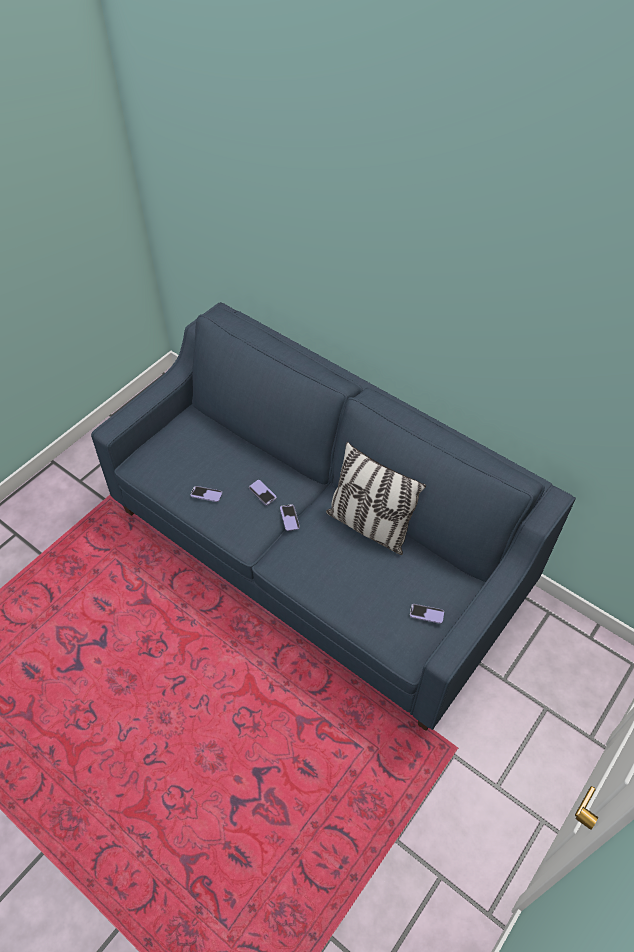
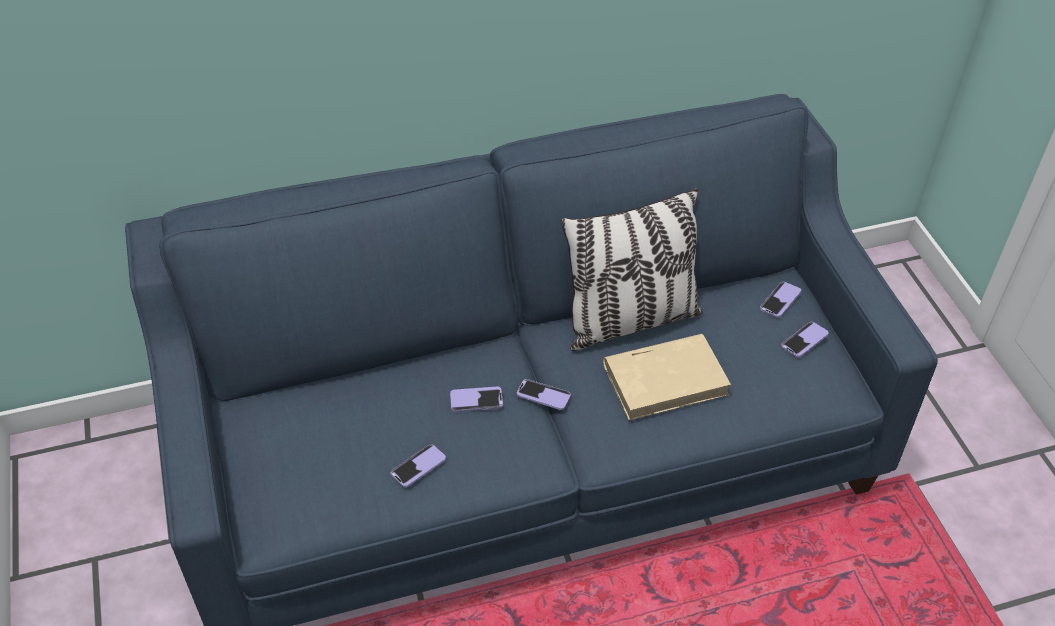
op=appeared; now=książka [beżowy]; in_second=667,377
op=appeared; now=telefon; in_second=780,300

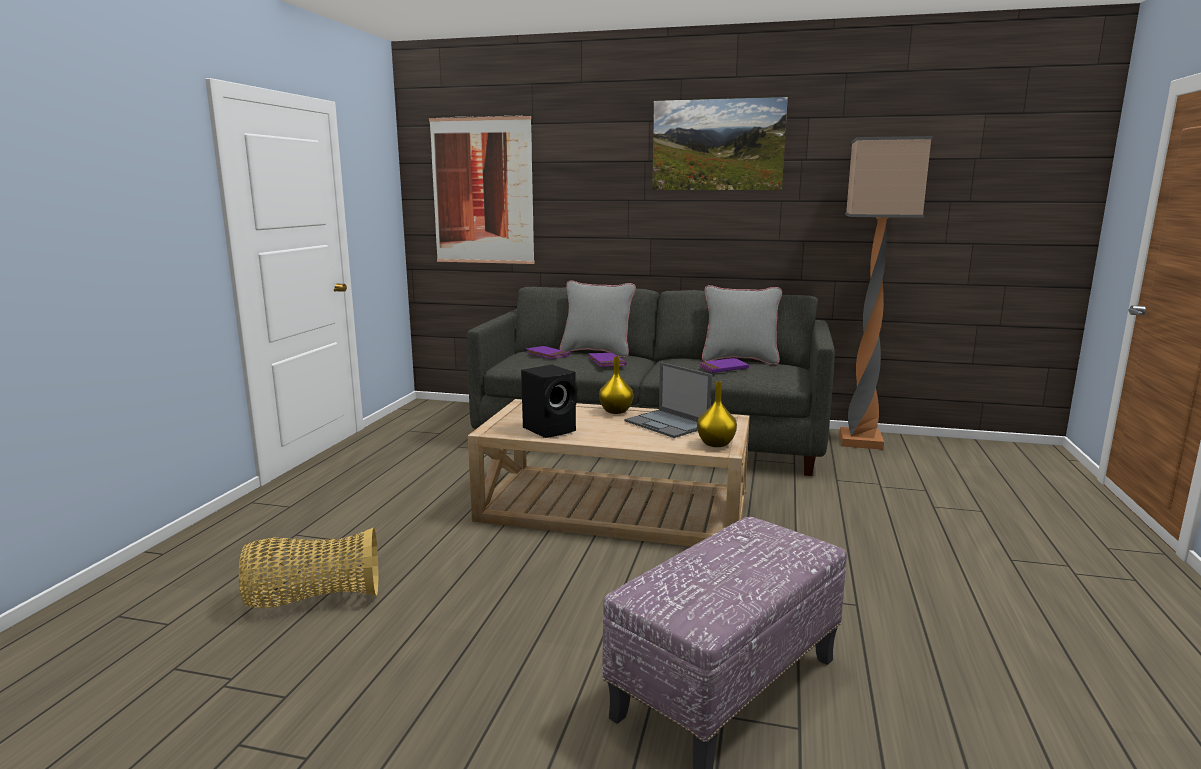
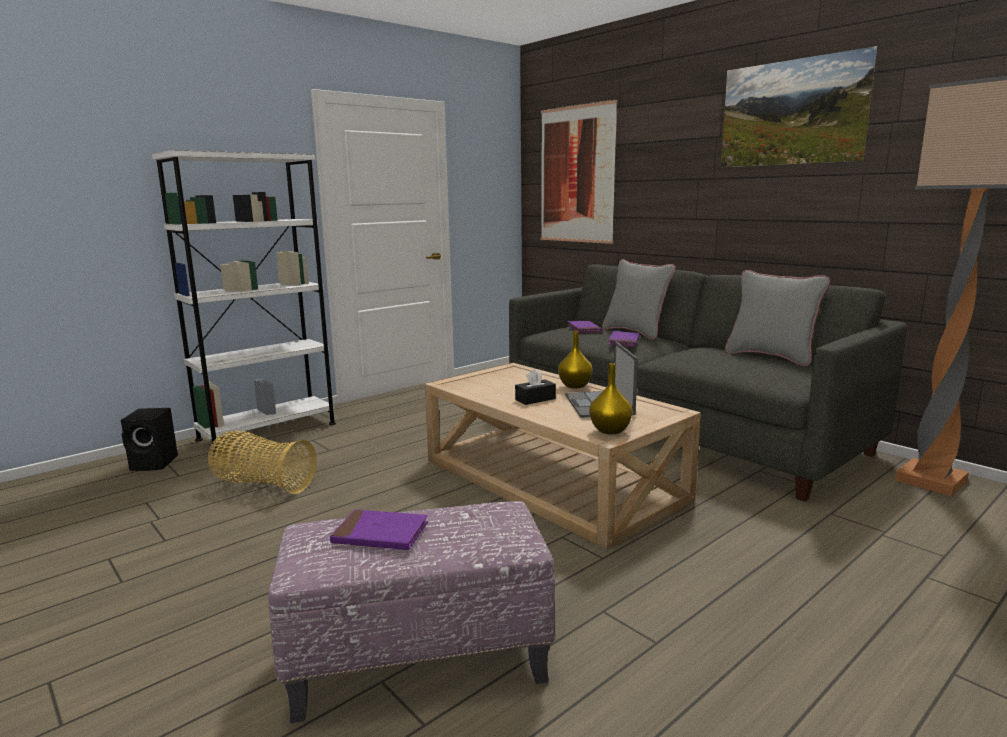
op=appeared; now=regał [biały]; in_second=244,302
op=appeared; now=pudełko chusteczek [czarny]; in_second=535,387
op=relocated; was=głośnik [czarny]; in_first=549,401; in_second=149,439
op=relocated; was=książka [fioletowy]; in_first=724,365; in_second=379,529

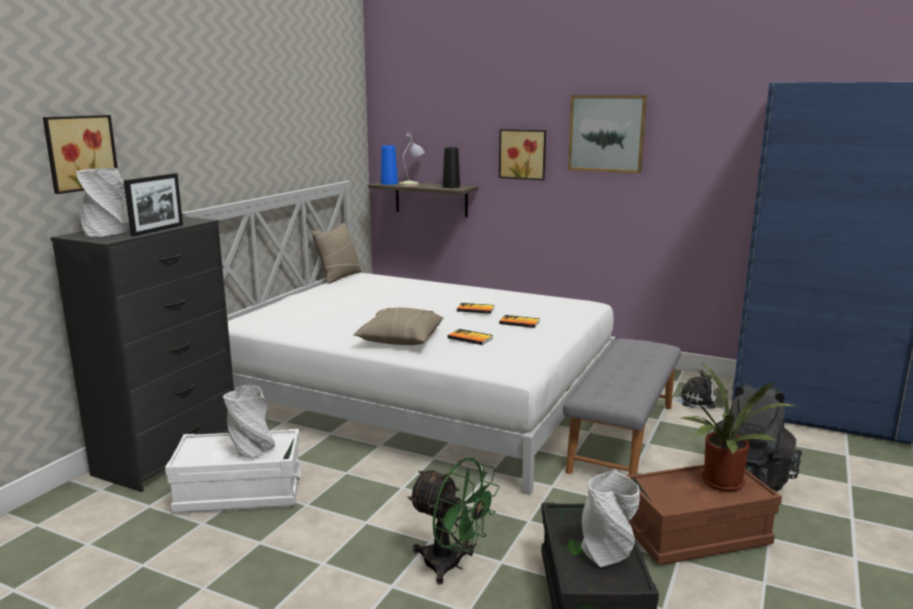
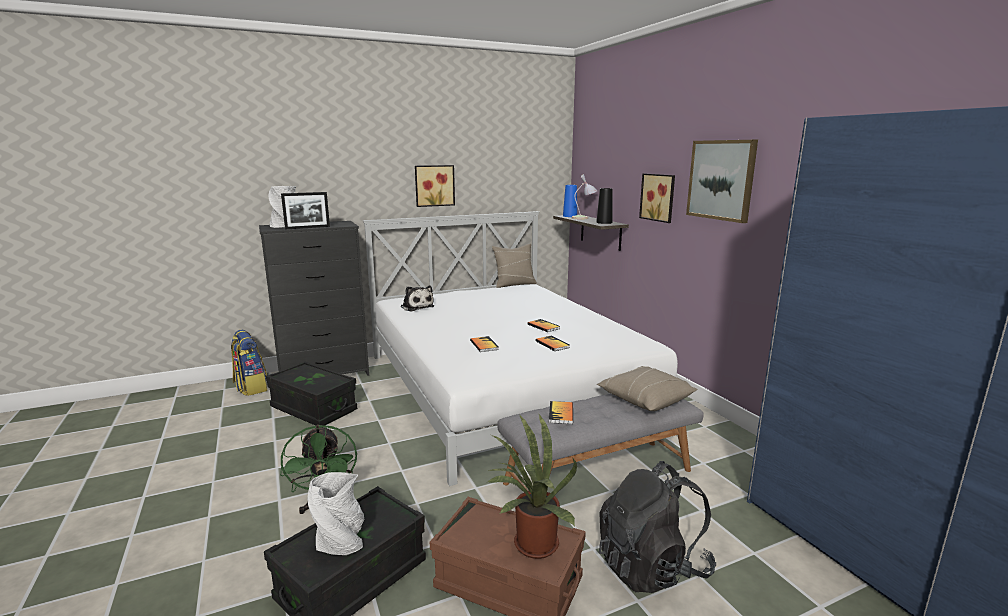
op=missing; was=wazon [szary]; in_first=249,422
op=appeared; now=plecak; in_second=249,363
op=appeared; now=książka; in_second=561,412
op=relocated; was=obraz; in_first=80,154; in_second=435,186
op=relocated; was=poduszka [beżowy]; in_first=398,326; in_second=647,388
op=relocated; was=pluszak; in_first=694,389; in_second=417,299
op=colour; was=pojemnik do przechowywania [biały]; now=pojemnik do przechowywania [czarny]; in_first=233,471; in_second=311,394

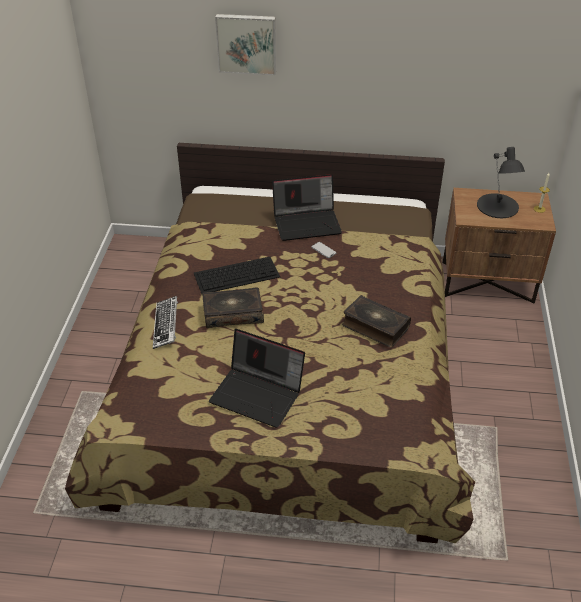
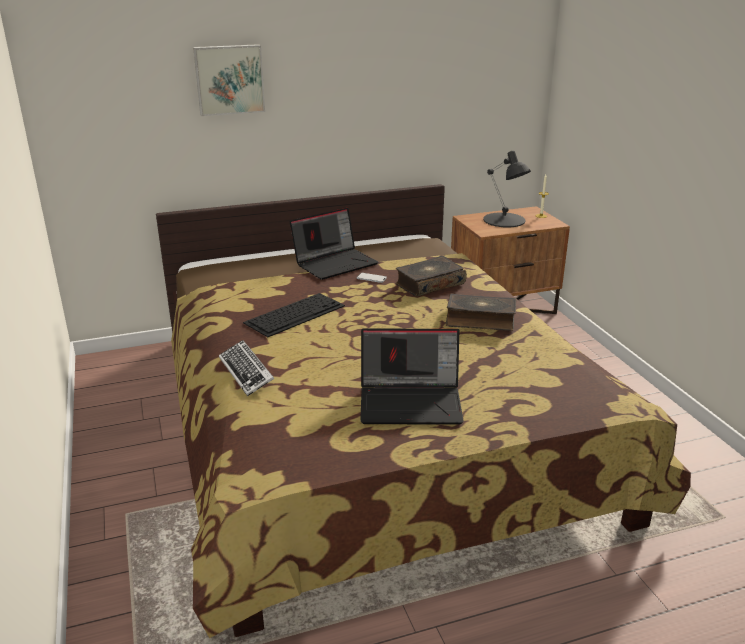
op=relocated; was=książka; in_first=233,307; in_second=431,276

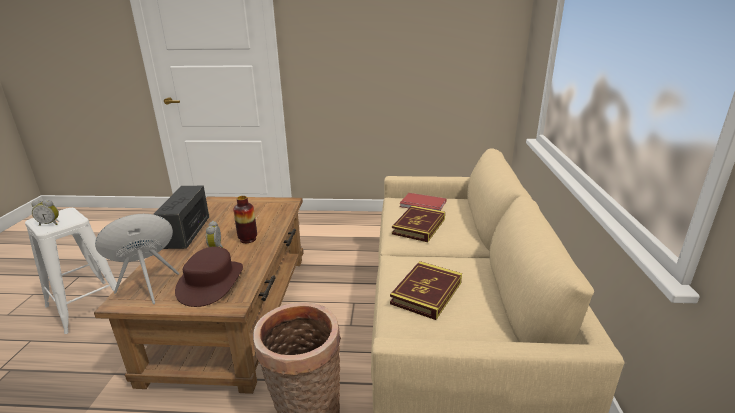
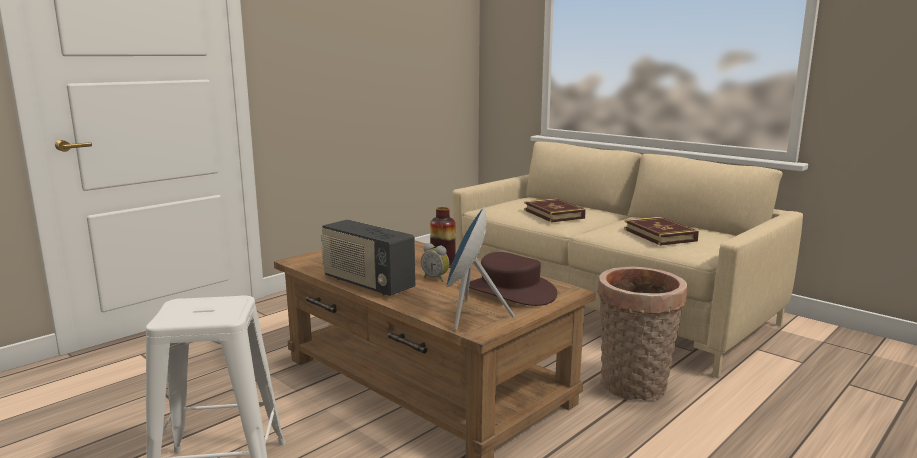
op=missing; was=budzik; in_first=45,213
op=missing; was=książka [czerwony]; in_first=423,202

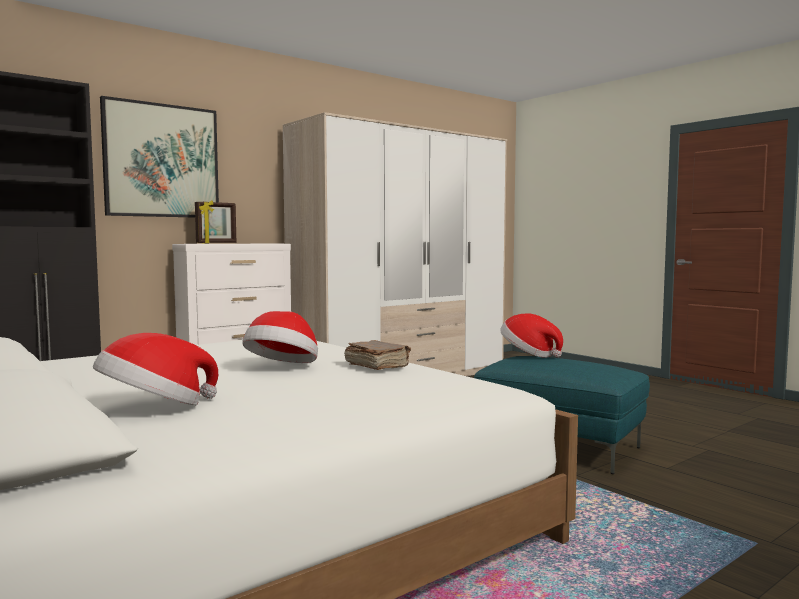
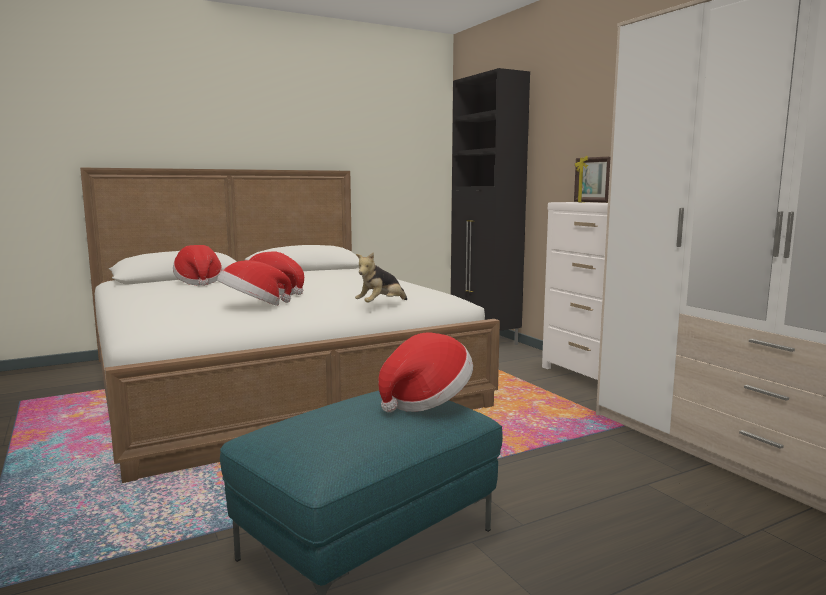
op=missing; was=obraz; in_first=159,157
op=appeared; now=pluszak; in_second=381,277
op=exchanged; was=książka [brązowy]; now=kapelusz; in_first=377,355; in_second=254,283

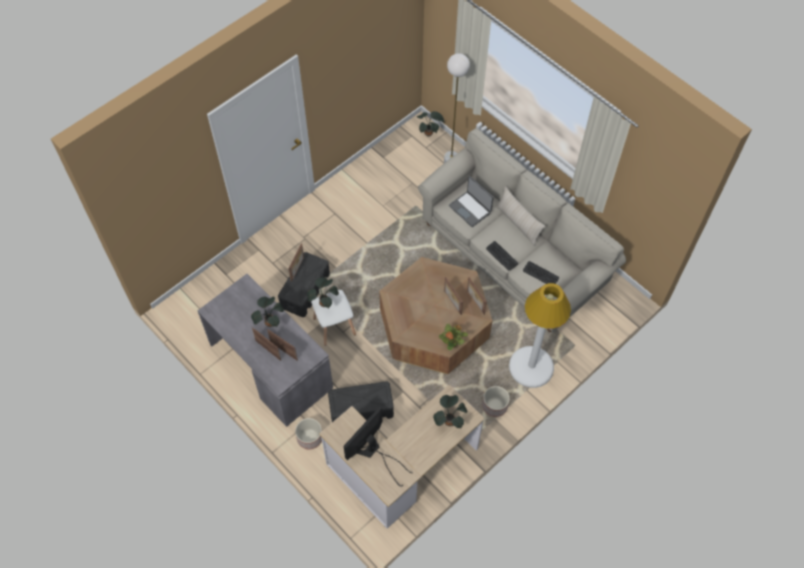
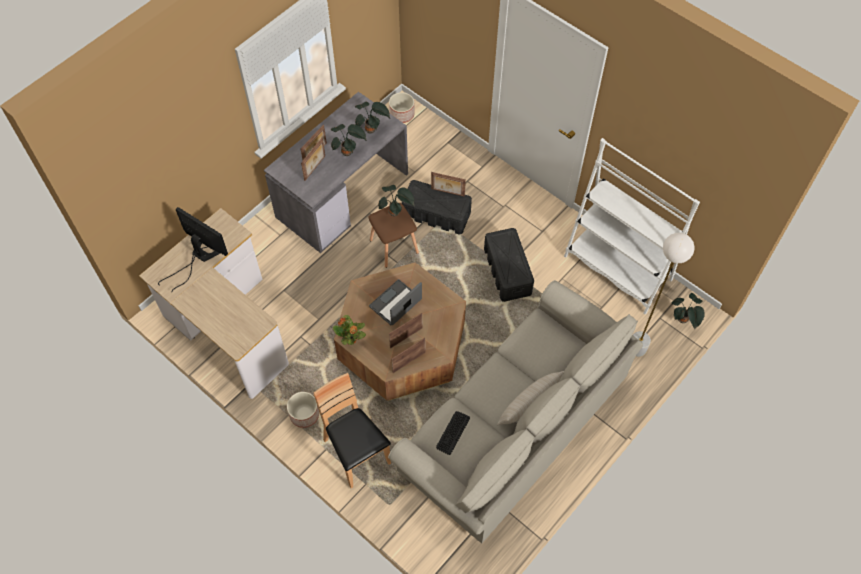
op=missing; was=klawiatura; in_first=502,256
op=appeared; now=regał [biały]; in_second=632,226
op=relocated; was=donica; in_first=308,433; in_second=402,107
op=relocated; was=pojemnik do przechowywania [czarny]; in_first=361,401; in_second=509,265
op=relocated; was=roślina doniczkowa; in_first=450,411; in_second=373,118
op=relocated; was=laptop; in_first=471,201; in_second=395,302
op=exchanged; was=lampa stojąca [biały]; now=krzesło [brązowy]; in_first=540,335; in_second=352,430
op=colour; was=stołek [biały]; now=stołek [brązowy]; in_first=333,318; in_second=393,235

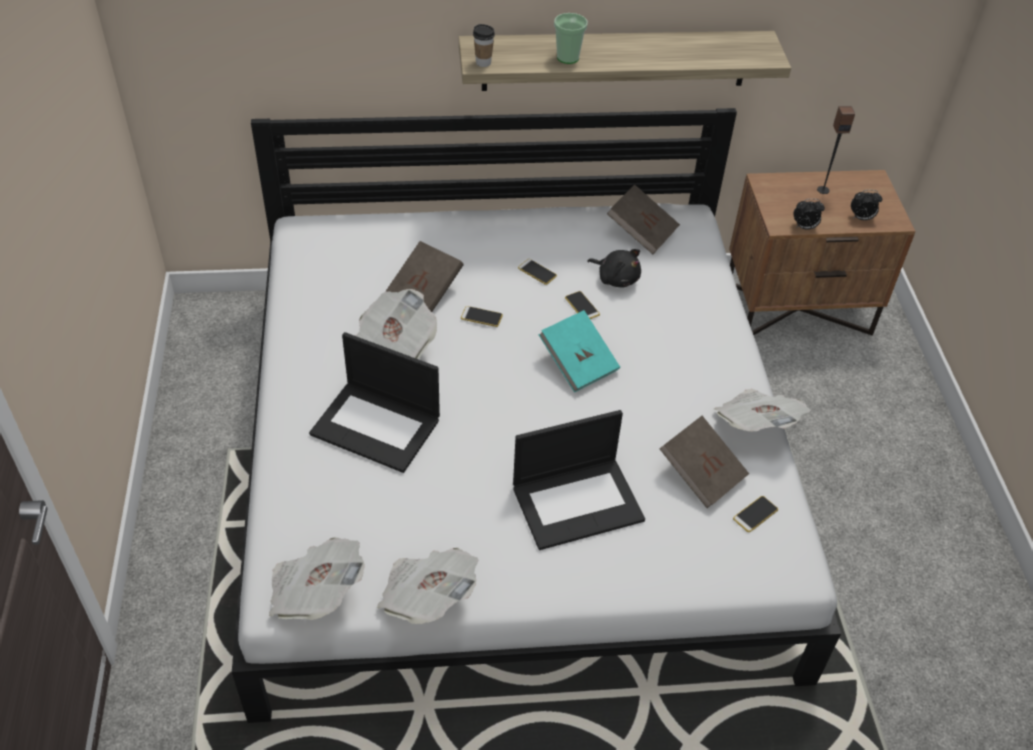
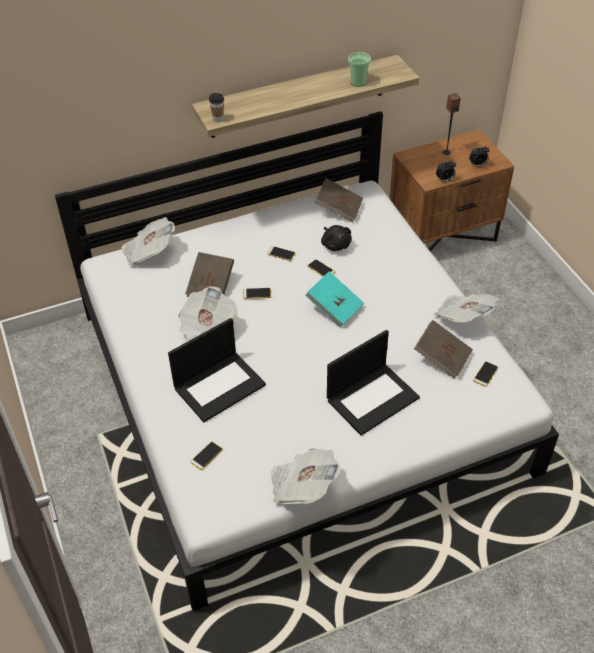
op=appeared; now=telefon; in_second=206,456
op=relocated; was=gazeta; in_first=317,578; in_second=148,241
op=relocated; was=filiżanka; in_first=571,38; in_second=359,69
op=spun; was=laptop; in_first=374,402; in_second=217,370; clockwise=-45
op=spun; was=pluszak [czarny]; in_first=614,268; in_second=336,238; clockwise=45

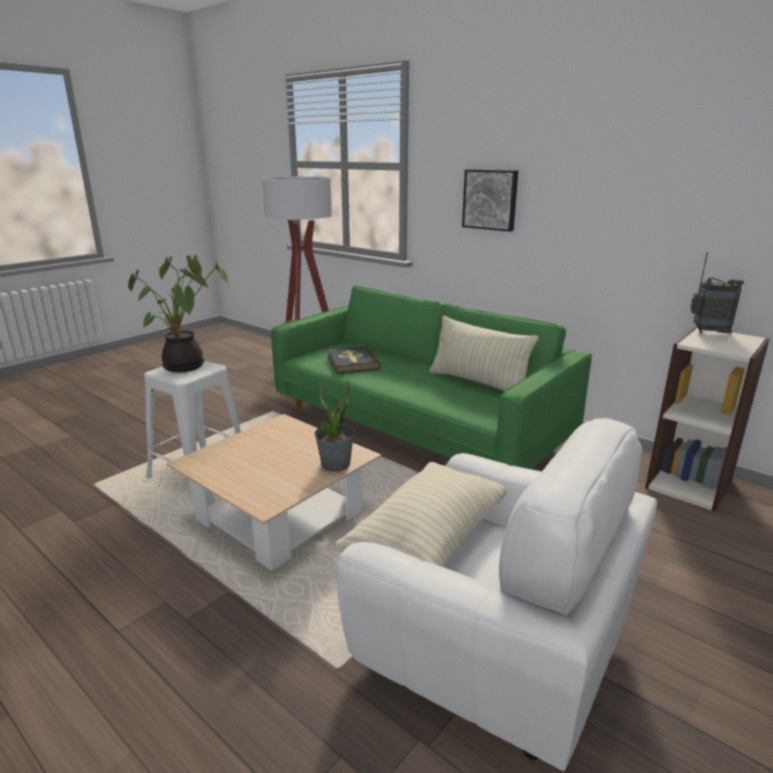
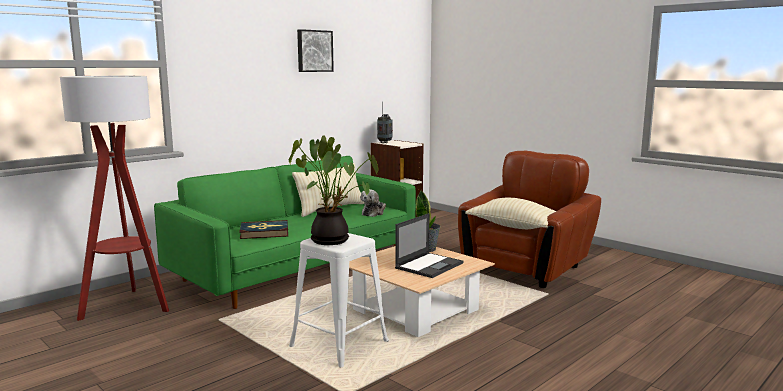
op=appeared; now=pluszak; in_second=373,203
op=appeared; now=laptop; in_second=429,245
op=relocated; was=obraz; in_first=490,200; in_second=315,50
op=colour; was=fotel [biały]; now=fotel [brązowy]; in_first=497,594; in_second=529,219

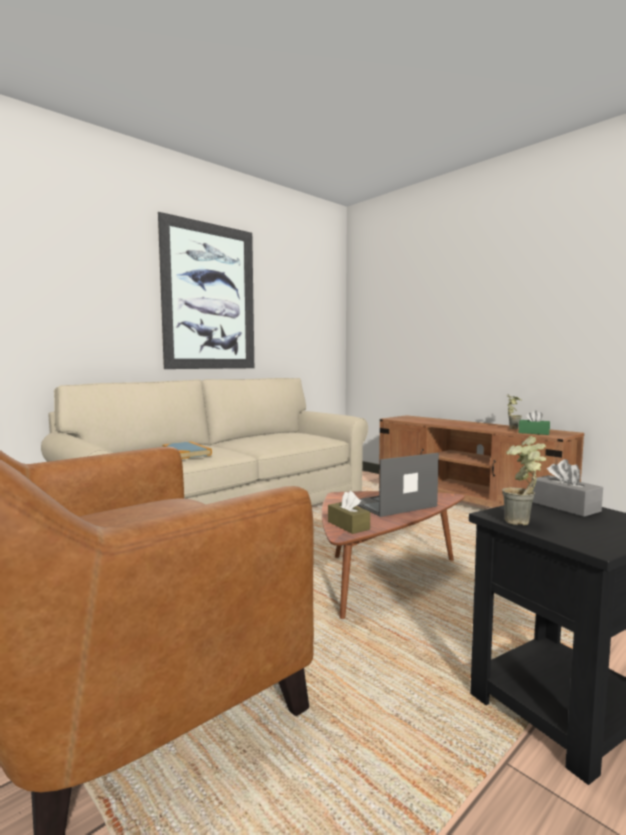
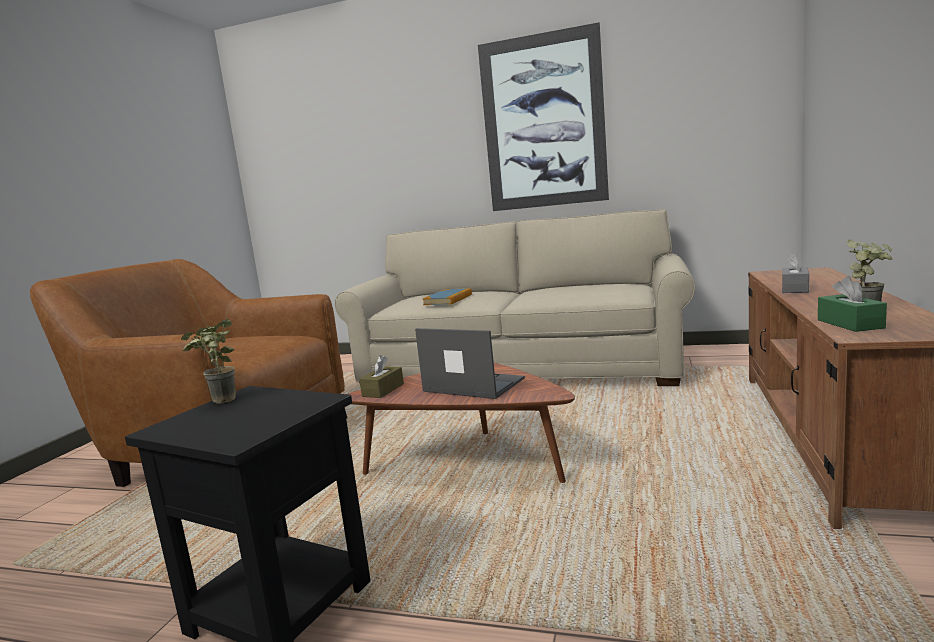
op=relocated; was=pudełko chusteczek [szary]; in_first=567,488; in_second=795,273

